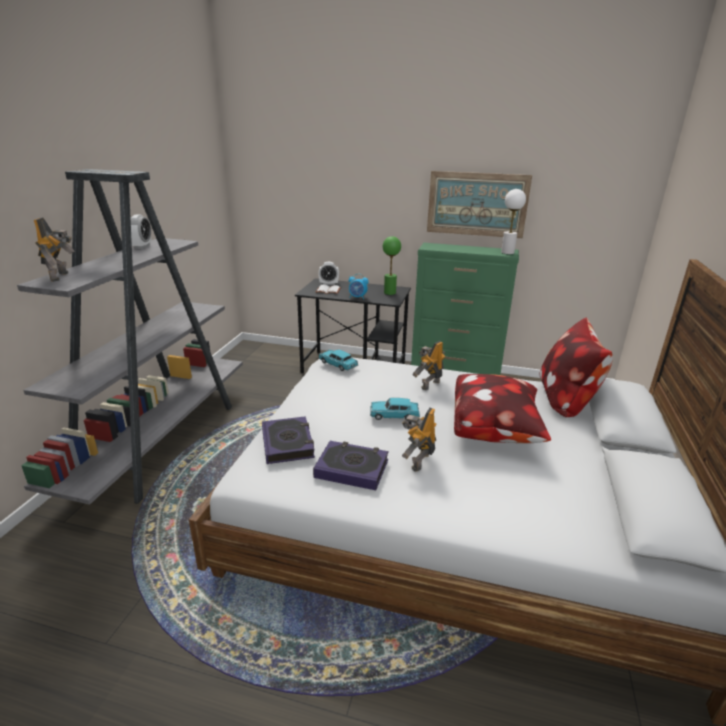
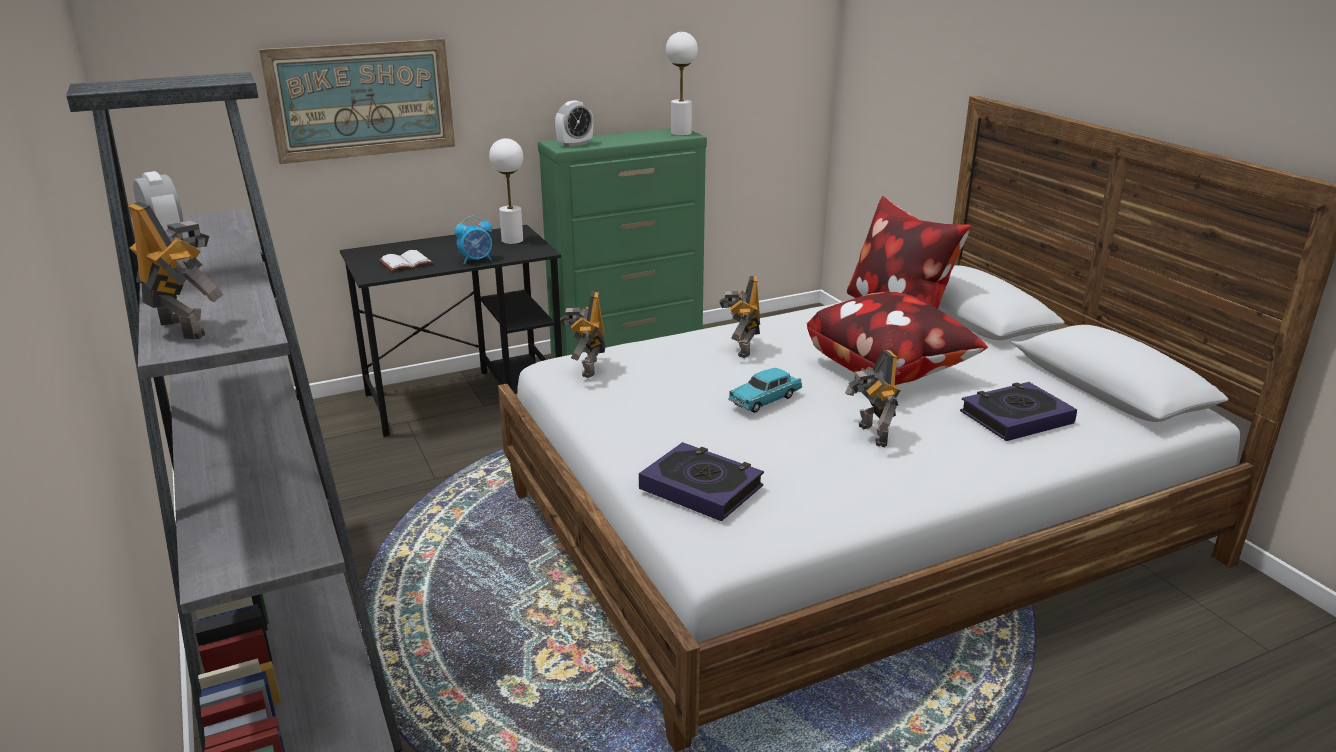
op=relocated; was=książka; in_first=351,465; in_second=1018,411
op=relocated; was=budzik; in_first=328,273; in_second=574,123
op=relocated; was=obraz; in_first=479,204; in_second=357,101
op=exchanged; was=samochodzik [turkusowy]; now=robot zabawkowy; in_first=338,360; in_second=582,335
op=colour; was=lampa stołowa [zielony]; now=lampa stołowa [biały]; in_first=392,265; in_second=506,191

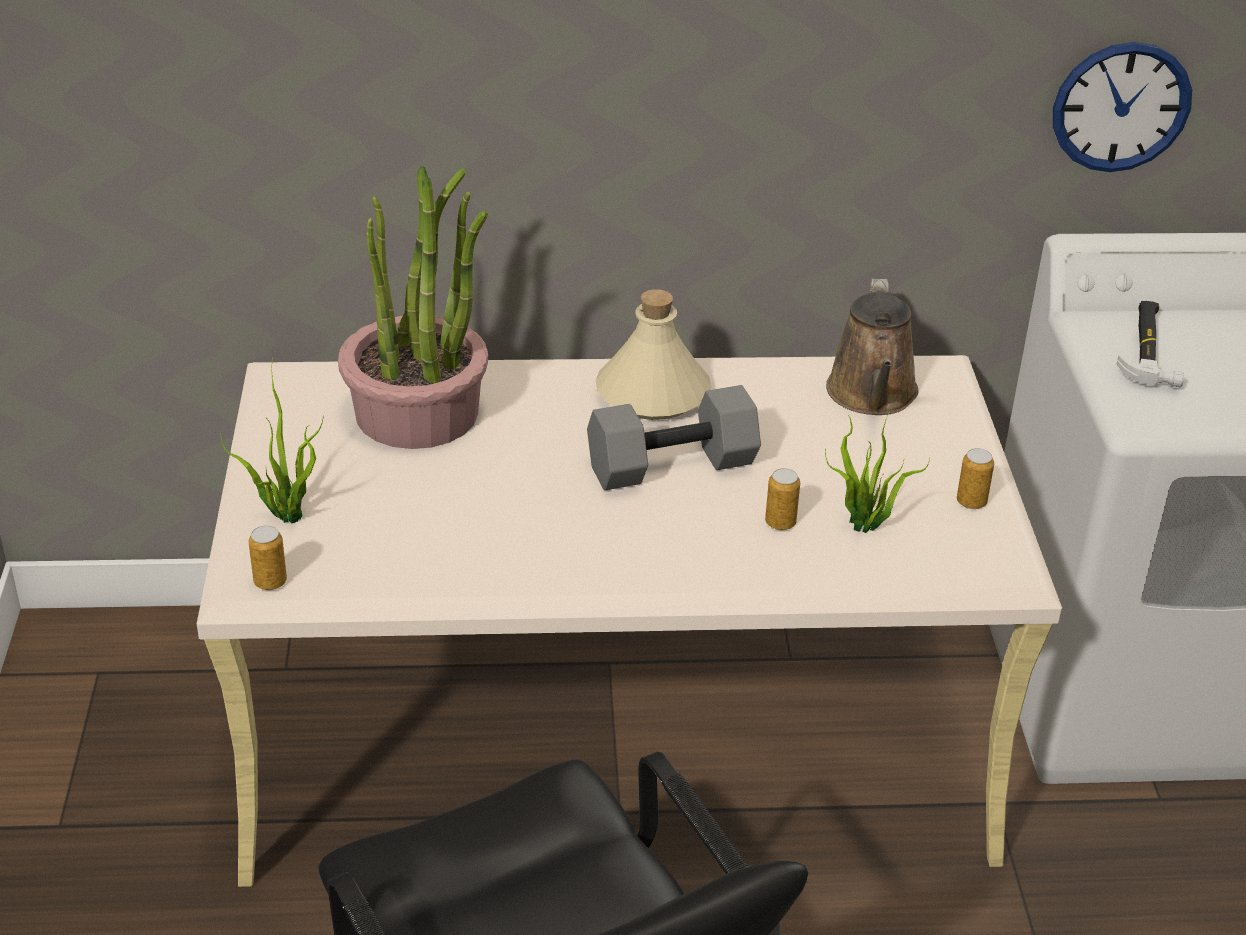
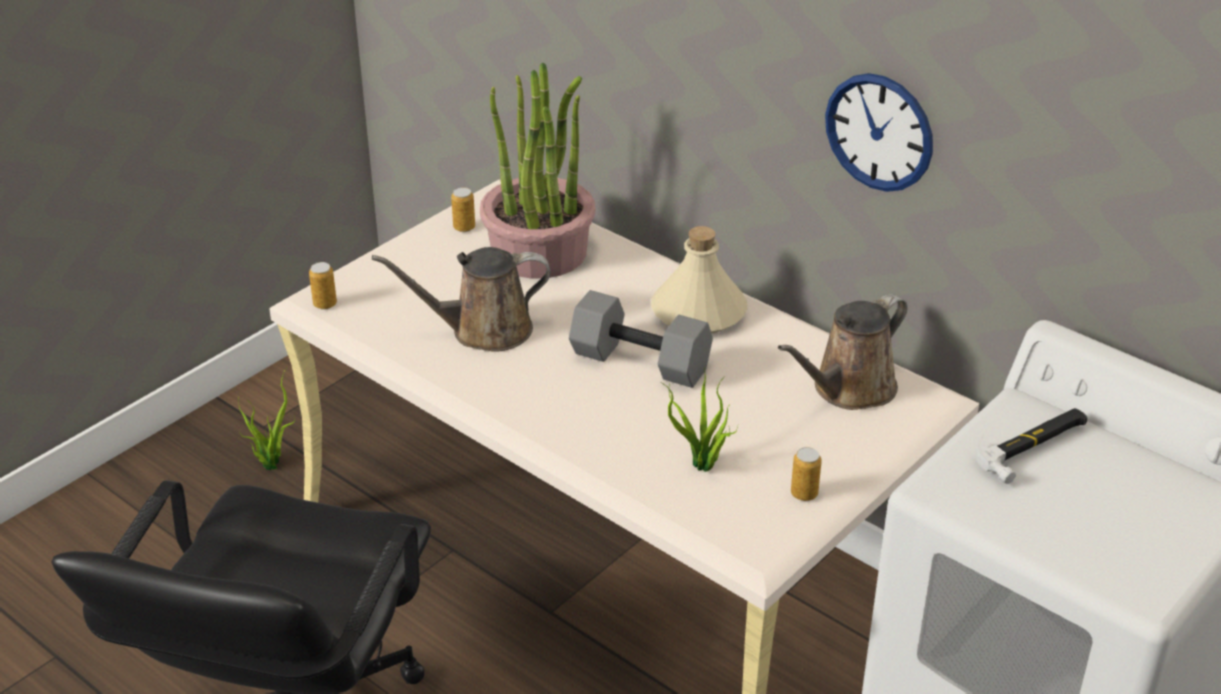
op=appeared; now=konewka [brązowy]; in_second=461,299
op=relocated; was=roślina doniczkowa; in_first=272,441; in_second=266,418
op=relocated; was=puszka; in_first=782,499; in_second=463,209
op=relocated; was=zegar ścienny; in_first=1122,107; in_second=879,132

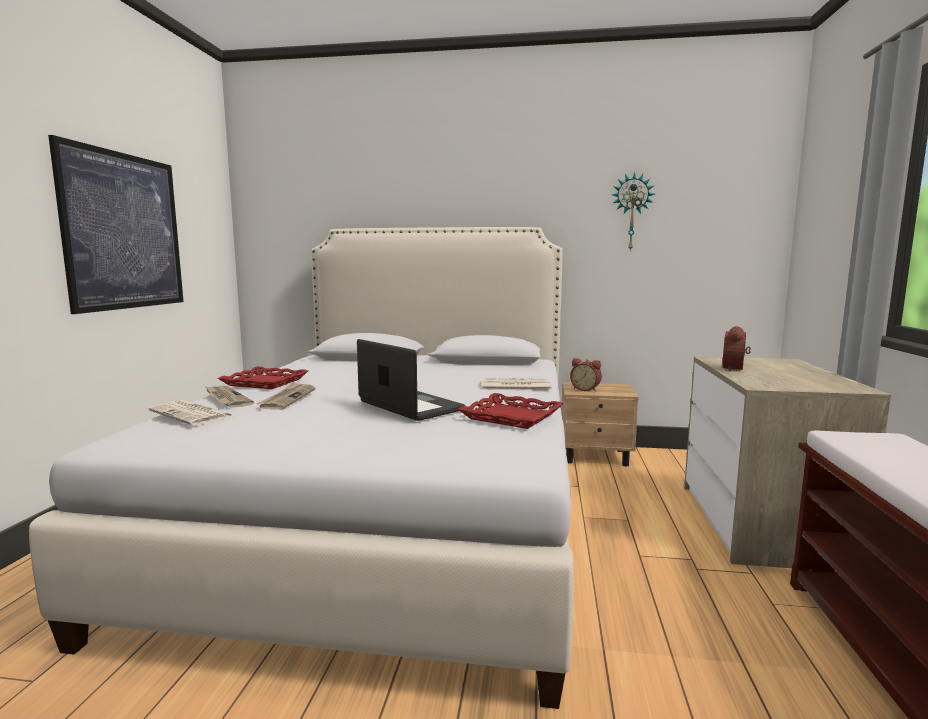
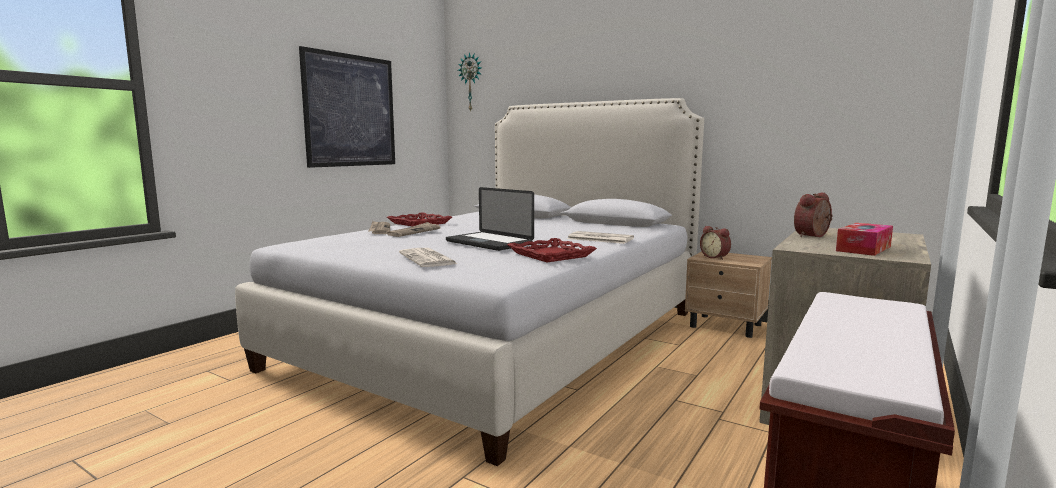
op=appeared; now=pudełko chusteczek; in_second=864,239
op=relocated; was=gazeta; in_first=191,413; in_second=428,257
op=relocated; was=zegar ścienny; in_first=633,212; in_second=470,82
op=spun; was=laptop; in_first=411,380; in_second=490,219; clockwise=150

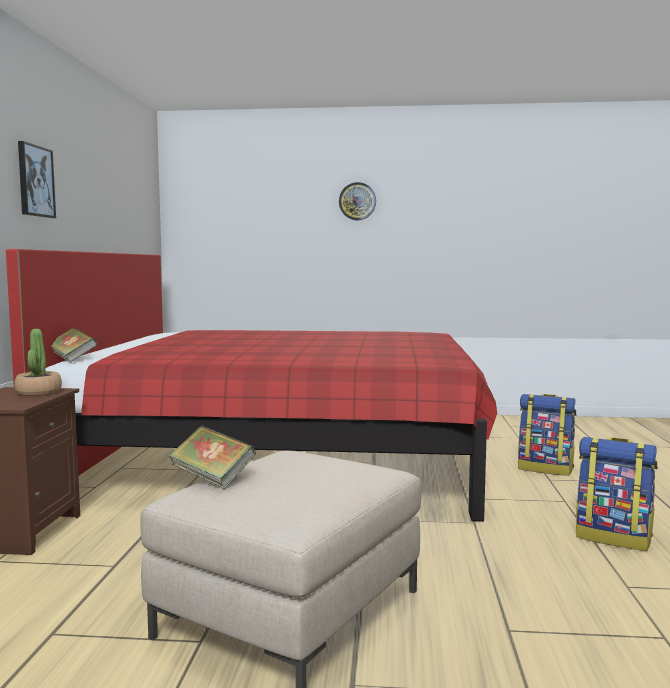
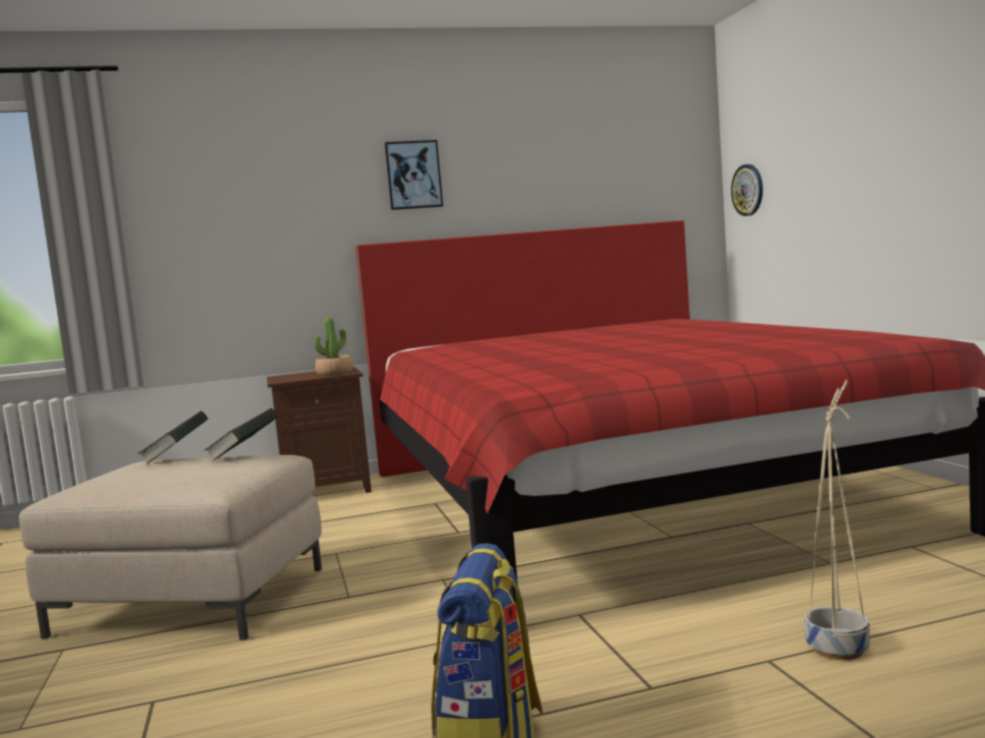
op=relocated; was=książka; in_first=74,345; in_second=241,434
op=relocated; was=zegar ścienny; in_first=357,201; in_second=747,190
op=exchanged; was=plecak; now=donica [beżowy]; in_first=547,435; in_second=837,520

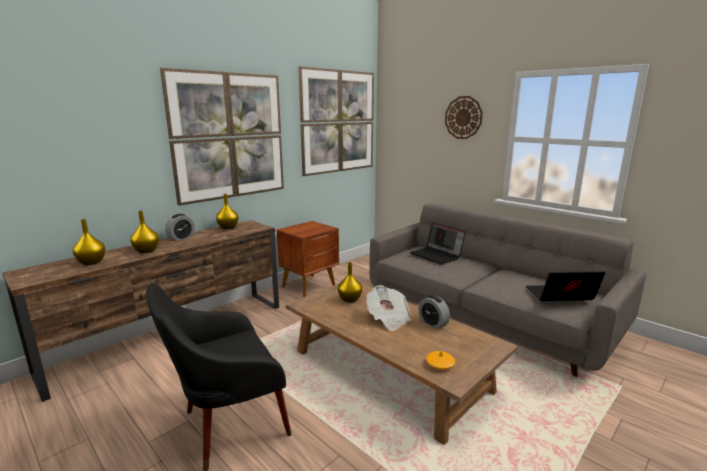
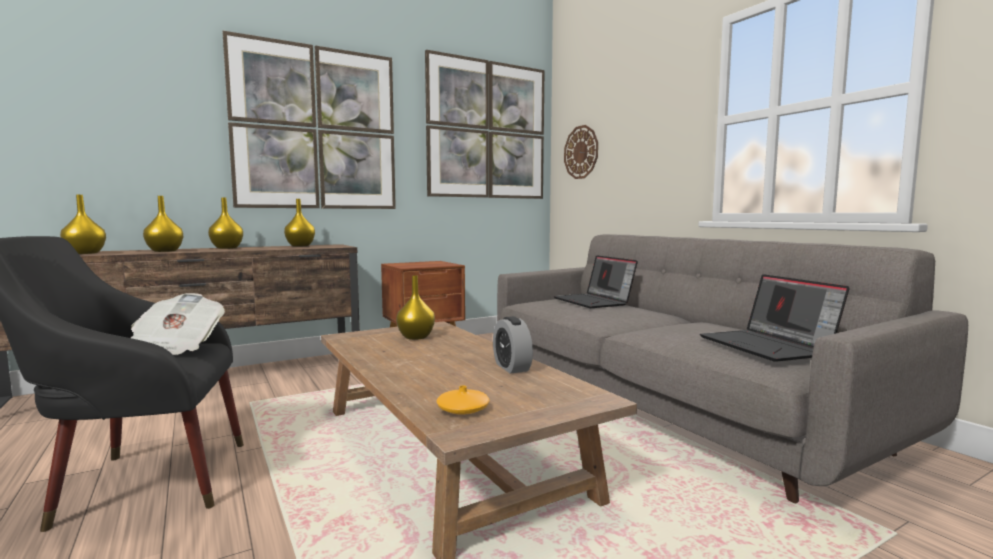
op=relocated; was=gazeta; in_first=388,308; in_second=178,324
op=relocated; was=zegar ścienny; in_first=464,117; in_second=581,152
op=exchanged; was=budzik; now=wazon [żółty]; in_first=180,227; in_second=225,223
op=spun; was=laptop; in_first=566,286; in_second=775,318; clockwise=-120

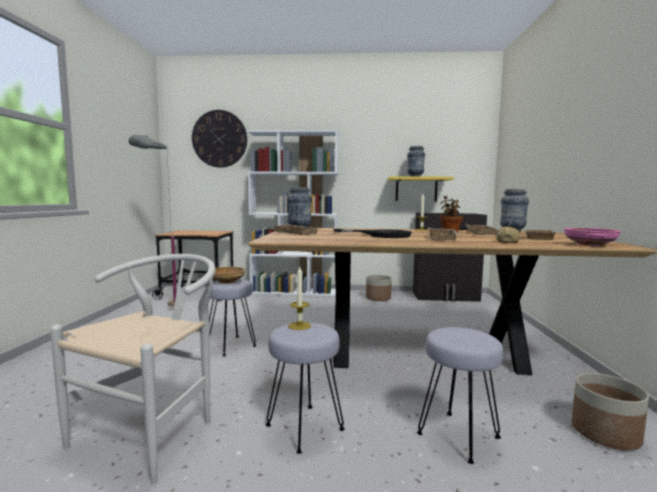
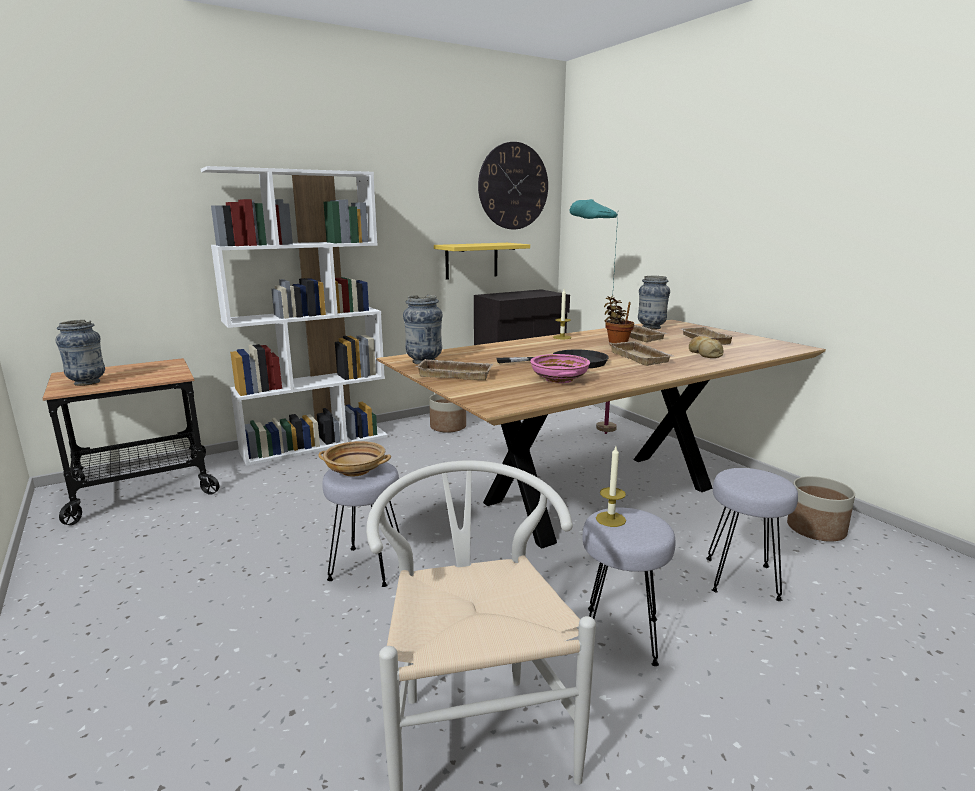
op=missing; was=lampa stojąca [szary]; in_first=152,220
op=appeared; now=lampa stojąca [turkusowy]; in_second=594,316
op=relocated; was=zegar ścienny; in_first=219,139; in_second=513,185
op=relocated; was=wazon; in_first=416,161; in_second=80,353
op=relocated; was=miska [różowy]; in_first=592,237; in_second=560,368

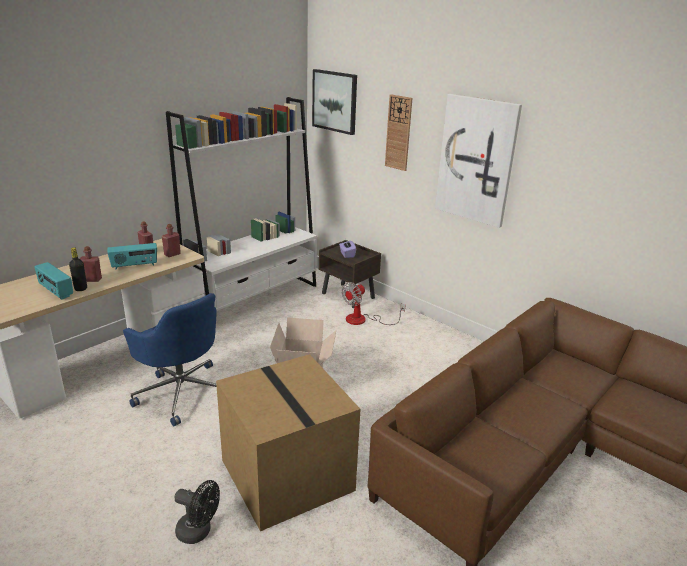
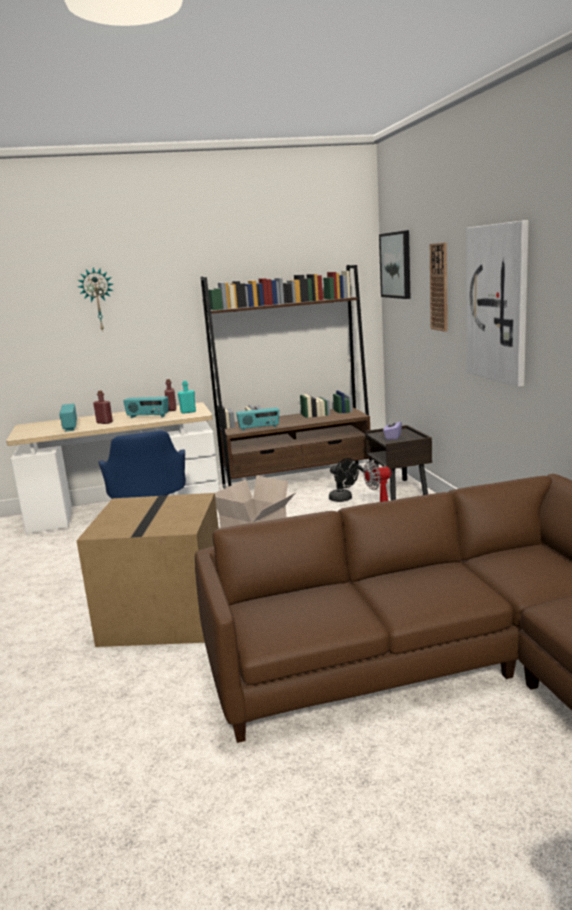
op=missing; was=butelka [czarny]; in_first=78,269
op=appeared; now=zegar ścienny; in_second=95,299
op=appeared; now=radio; in_second=257,419
op=relocated; was=wentylator [czarny]; in_first=197,512; in_second=344,480
op=colour; was=butelka [czerwony]; now=butelka [turkusowy]; in_first=171,240; in_second=187,397
op=colour; was=regał [biały]; now=regał [brązowy]; in_first=241,204; in_second=287,377

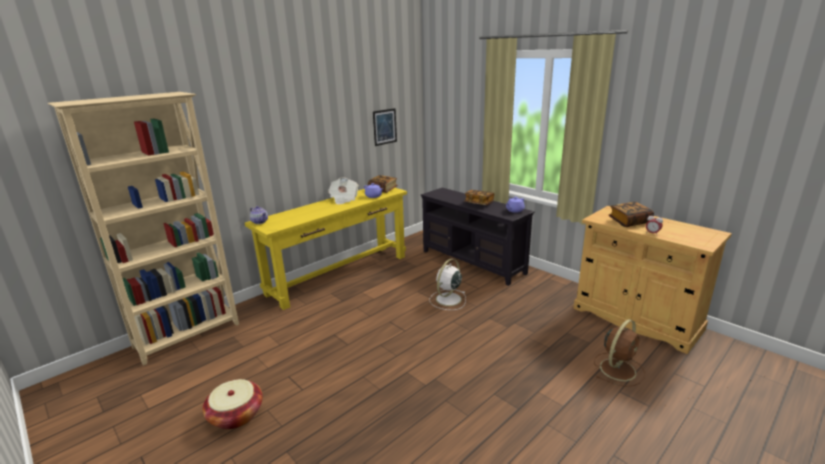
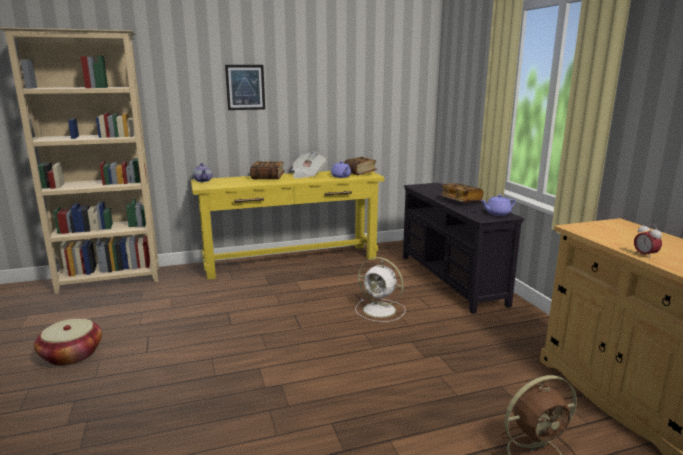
op=relocated; was=obraz; in_first=385,127; in_second=245,87
op=relocated; was=książka; in_first=631,214; in_second=267,170
op=spun; was=wentylator [biały]; in_first=447,284; in_second=380,289; clockwise=-120

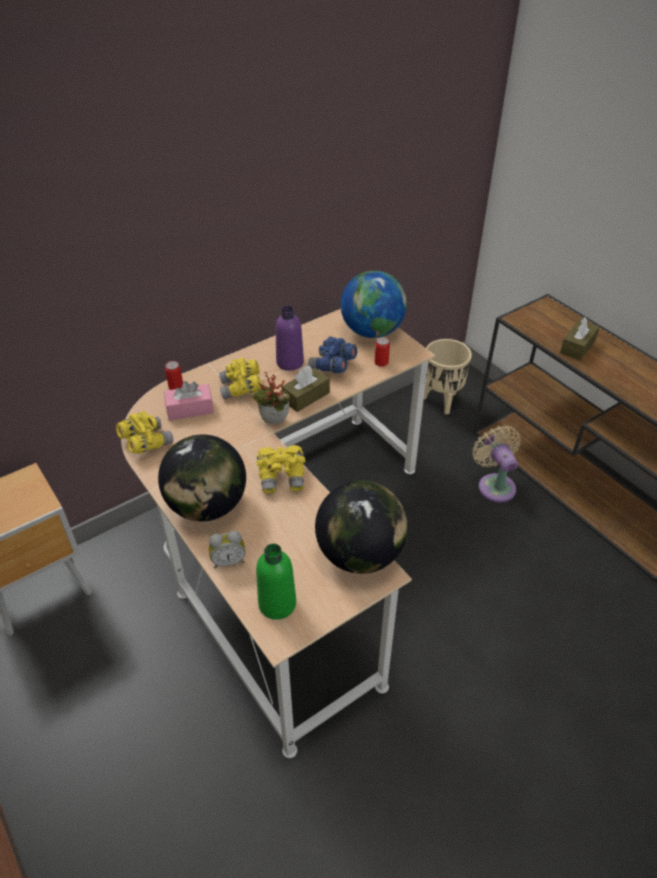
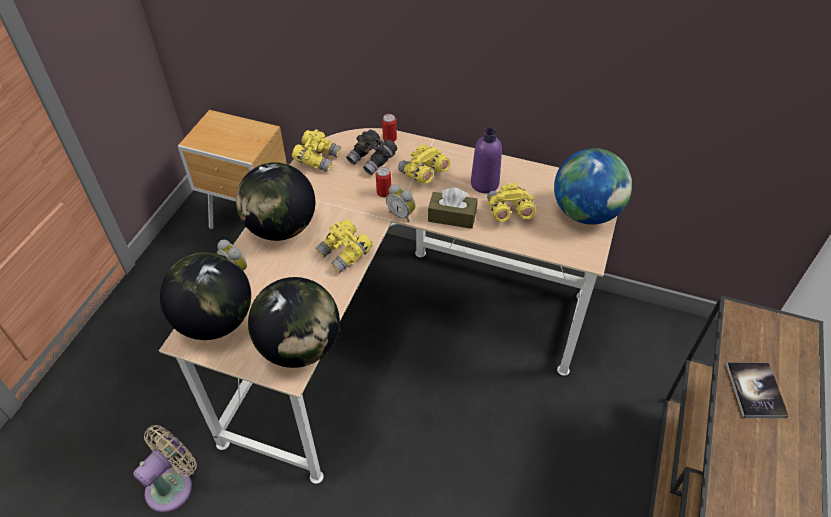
op=missing; was=donica [beżowy]; in_first=448,376
op=relocated; was=puszka; in_first=382,352; in_second=383,182
op=relocated; was=wentylator [beżowy]; in_first=496,464; in_second=165,469
op=exchanged; was=pudełko chusteczek [różowy]; now=lornetka [szary]; in_first=189,401; in_second=371,152
op=exchanged; was=roślina doniczkowa; now=budzik; in_first=271,397; in_second=401,203
op=exchanged; was=butelka [zielony]; now=globus; in_first=276,582; in_second=205,296
op=exchanged; was=pudełko chusteczek [brązowy]; now=książka; in_first=580,339; in_second=757,390
op=colour; was=lornetka [niebieski]; now=lornetka [żółty]; in_first=333,354; in_second=511,202

